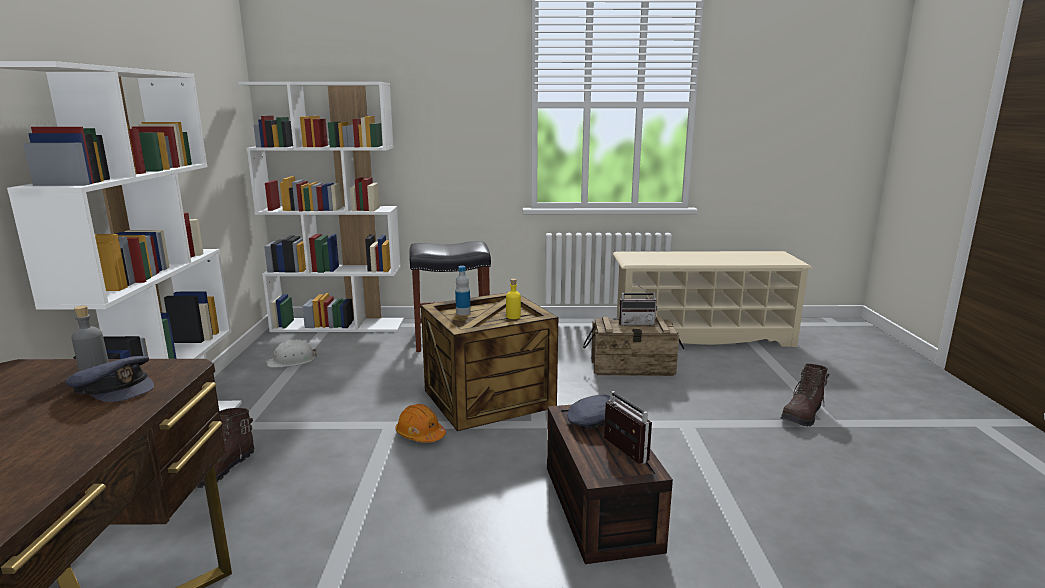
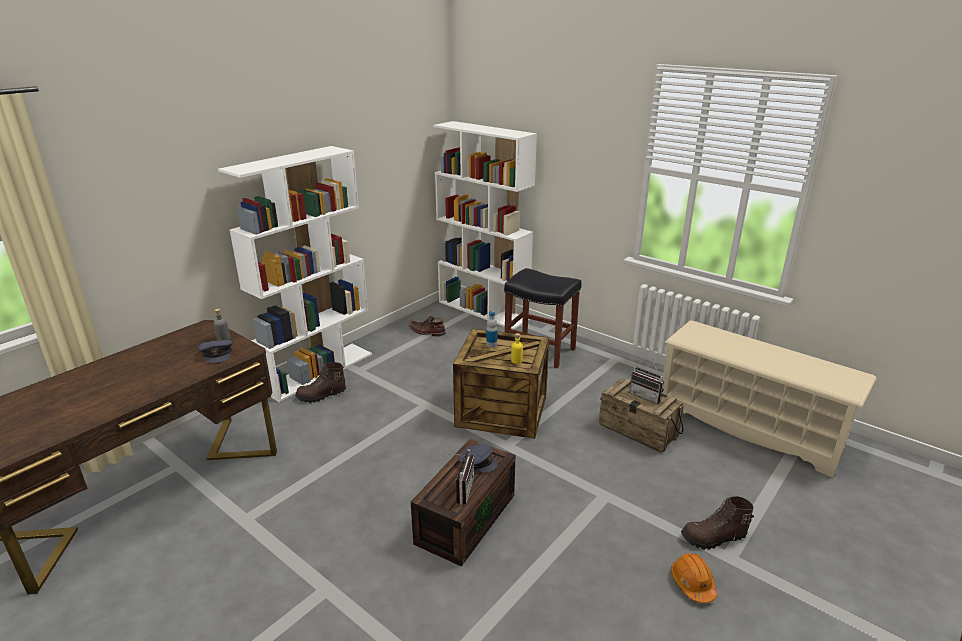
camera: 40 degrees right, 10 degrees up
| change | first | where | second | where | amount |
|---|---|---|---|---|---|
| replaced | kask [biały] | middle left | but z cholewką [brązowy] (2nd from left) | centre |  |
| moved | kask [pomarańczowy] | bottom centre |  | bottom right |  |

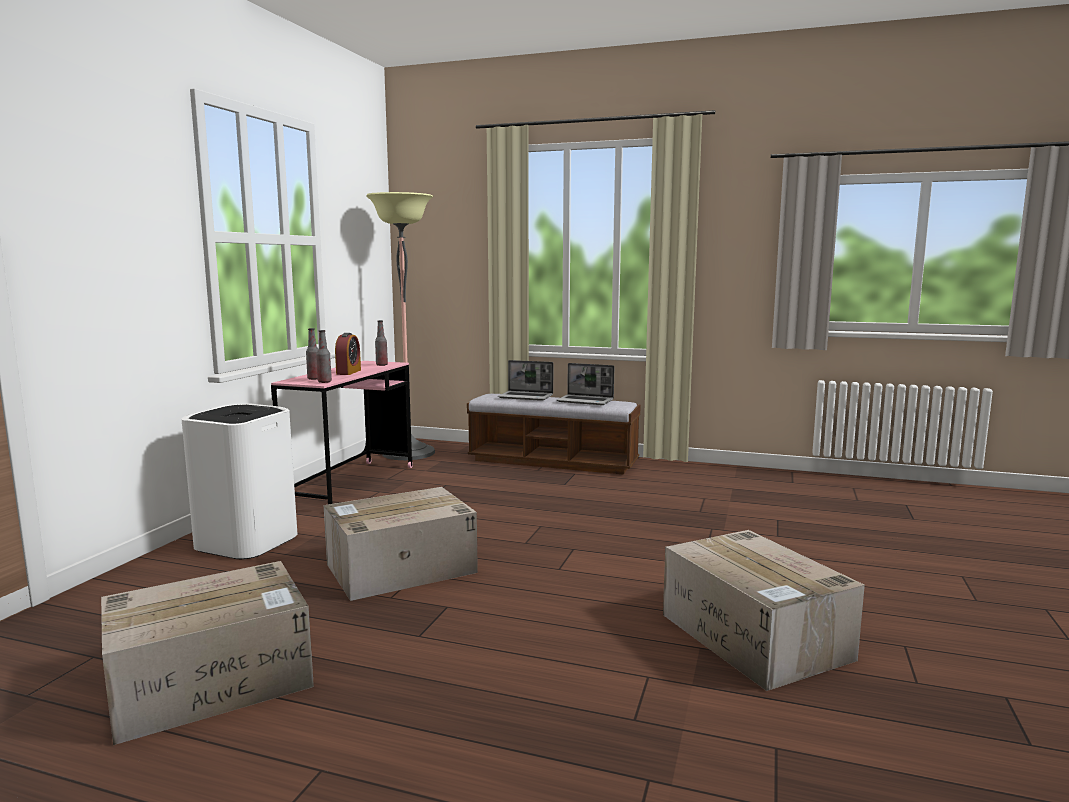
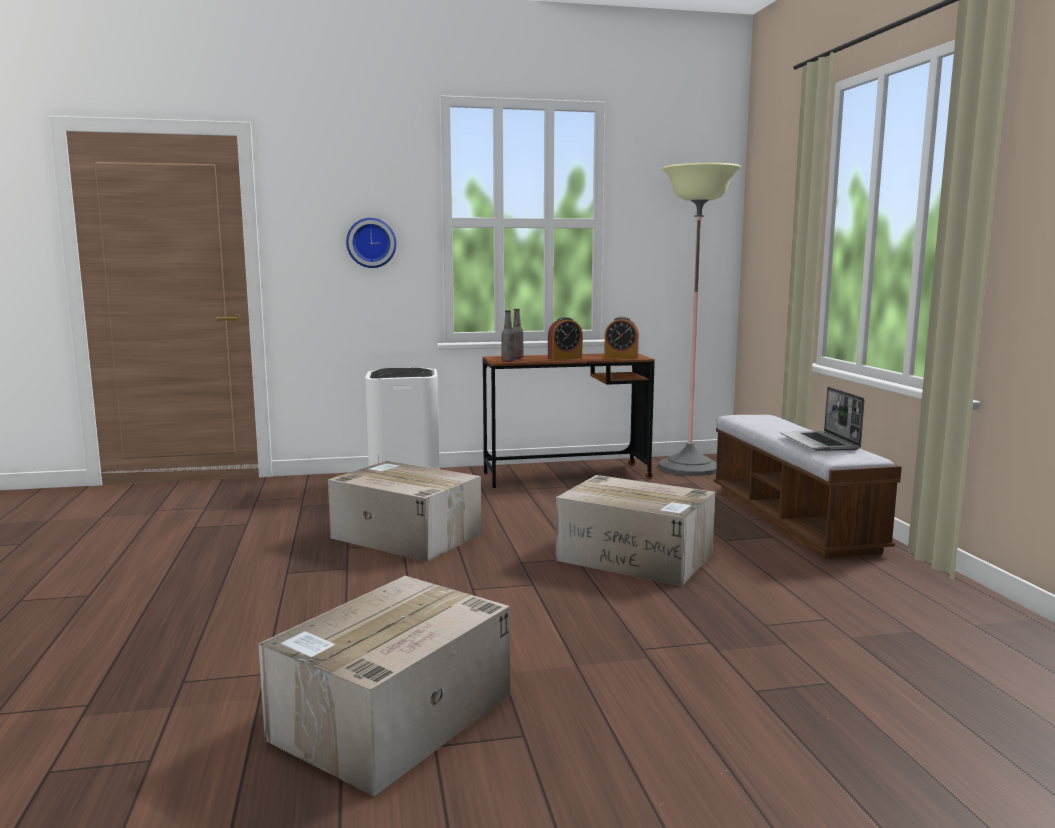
camera: 60 degrees right, 0 degrees up
| change | first | where | second | where | amount |
|---|---|---|---|---|---|
| moved | karton (1st from left in the first image) | bottom left | karton (3rd from left) | centre |  |
| recoloured | biurko [różowy] | middle left | biurko [brązowy] | centre |  |
| replaced | butelka (3rd from left) | centre | budzik (2nd from left) | centre |  |
| removed | laptop (1st from left) | centre |  |  |  |
| added |  |  | zegar ścienny | top centre |  |

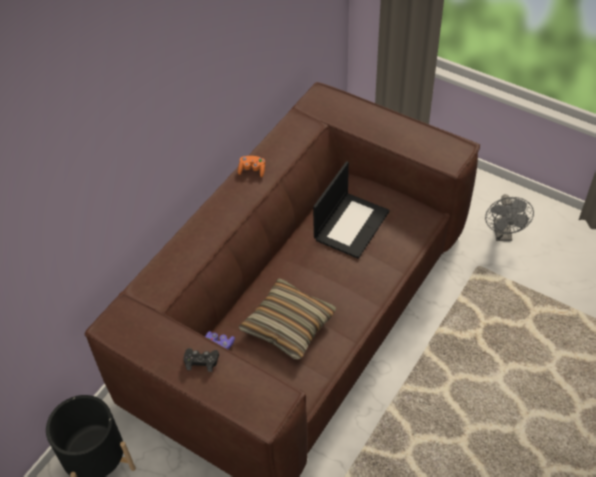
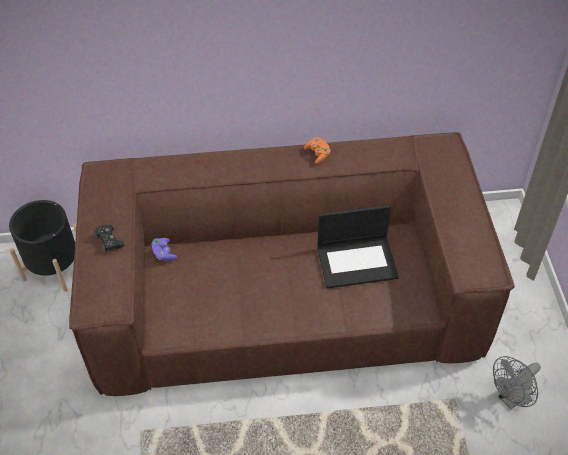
camera: 50 degrees right, 0 degrees up
| change | first | where | second | where | amount |
|---|---|---|---|---|---|
| removed | poduszka | bottom centre |  |  |  |

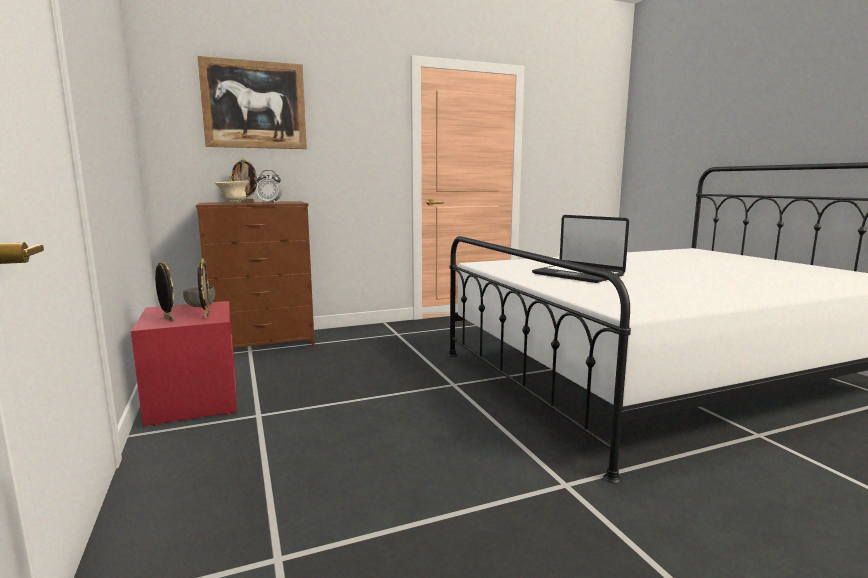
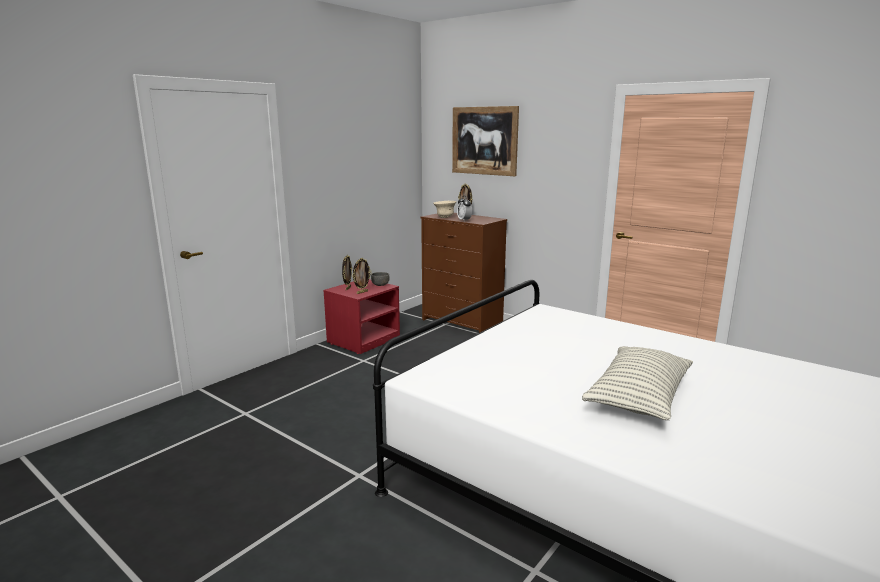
camera: 60 degrees right, 5 degrees up
| change | first | where | second | where | amount |
|---|---|---|---|---|---|
| removed | laptop | middle right |  |  |  |
| added |  |  | poduszka | middle right |  |

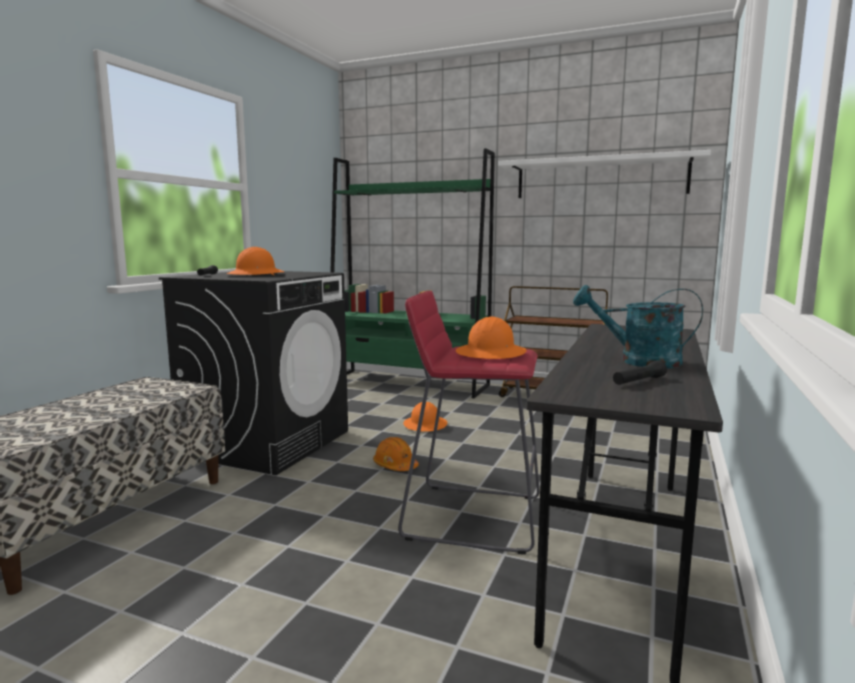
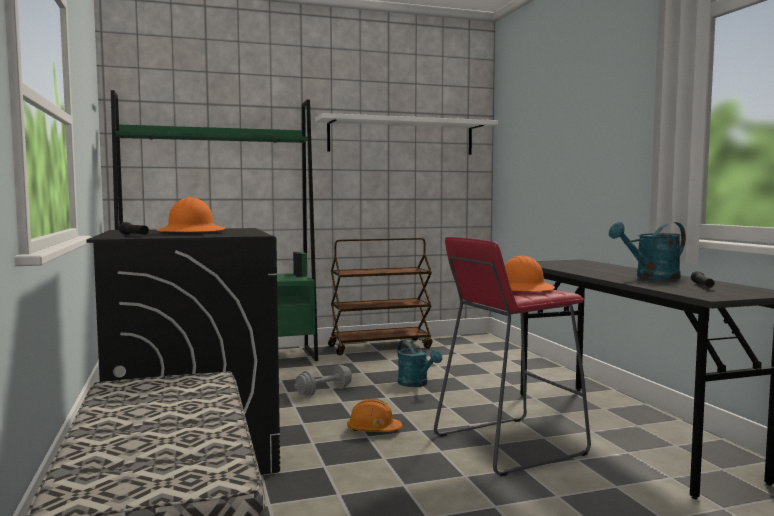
camera: 40 degrees left, 5 degrees down
| change | first | where | second | where | amount |
|---|---|---|---|---|---|
| replaced | kask [pomarańczowy] (3rd from left) | centre | hantel [szary] | bottom centre |  |
| added |  |  | konewka [turkusowy] (1st from left) | bottom centre |  |

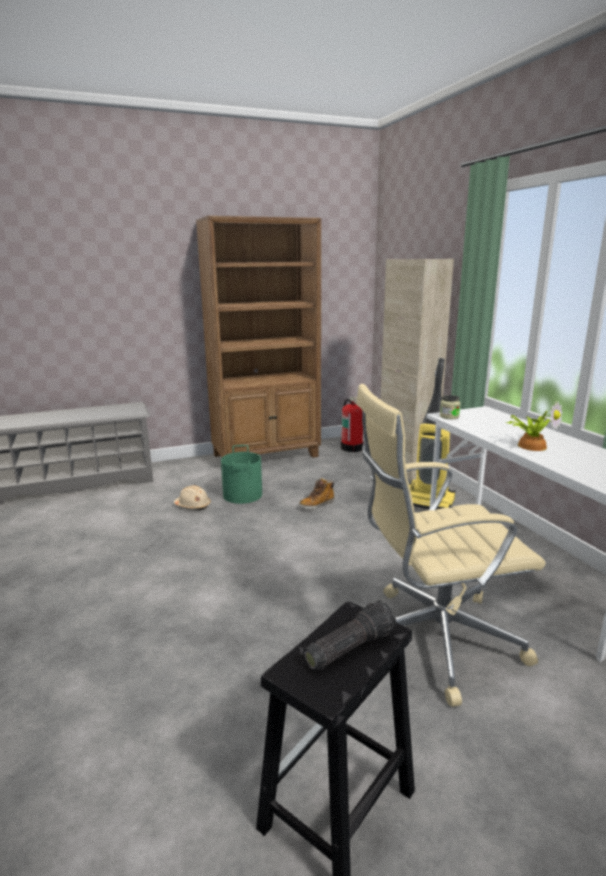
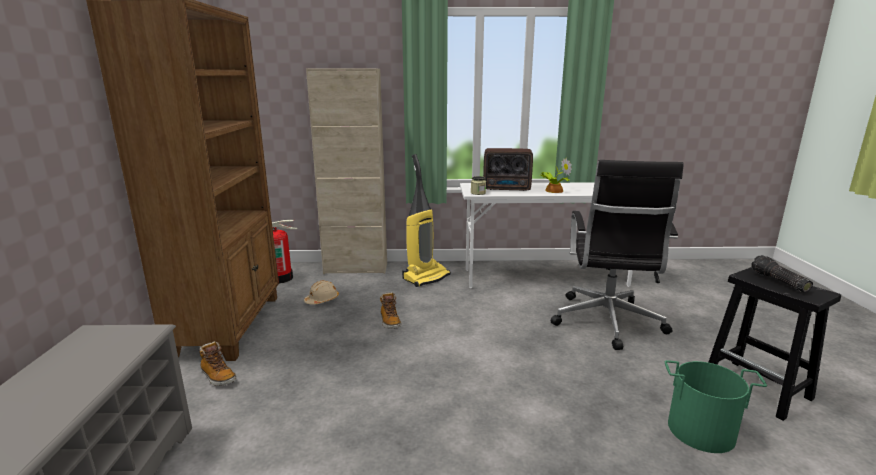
camera: 70 degrees left, 0 degrees up
| change | first | where | second | where | amount |
|---|---|---|---|---|---|
| moved | kask [beżowy] | middle left |  | centre |  |
| moved | wiadro [zielony] | centre |  | bottom right |  |
| recoloured | krzesło biurowe [beżowy] | middle right | krzesło biurowe [czarny] | middle right |  |
| added |  |  | but z cholewką (1st from left) | bottom left |  |
| added |  |  | radio | centre |  |

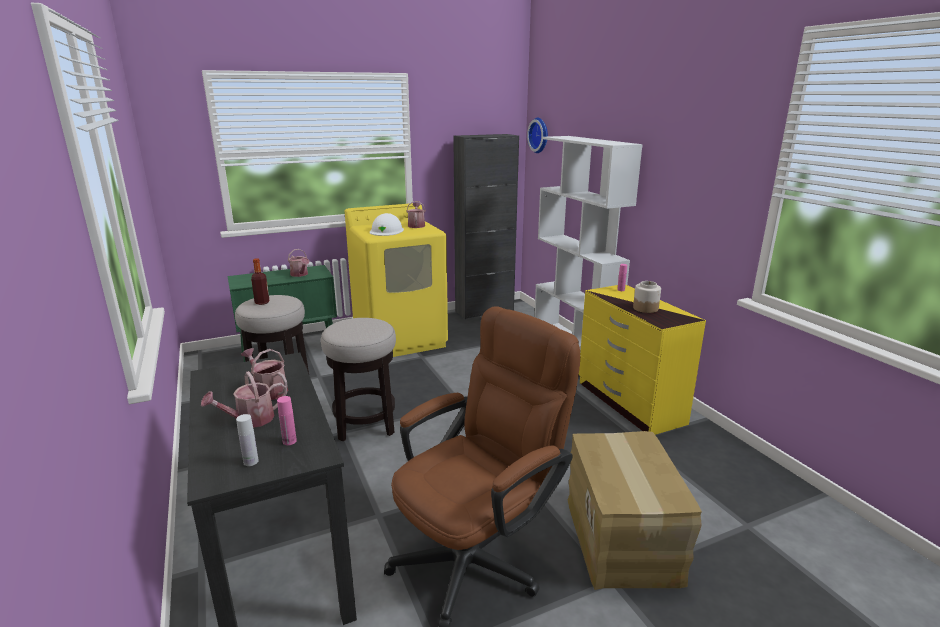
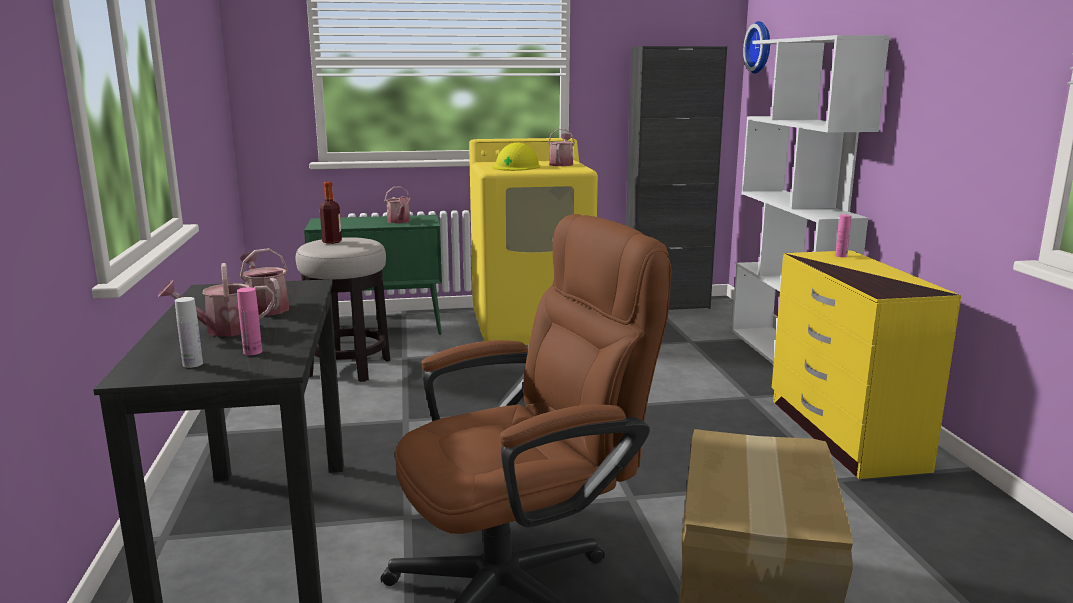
camera: 15 degrees right, 5 degrees down
| change | first | where | second | where | amount |
|---|---|---|---|---|---|
| removed | stołek (2nd from left) | centre |  |  |  |
| recoloured | kask [biały] | centre | kask [żółty] | top centre |  |
| removed | słoik | middle right |  |  |  |

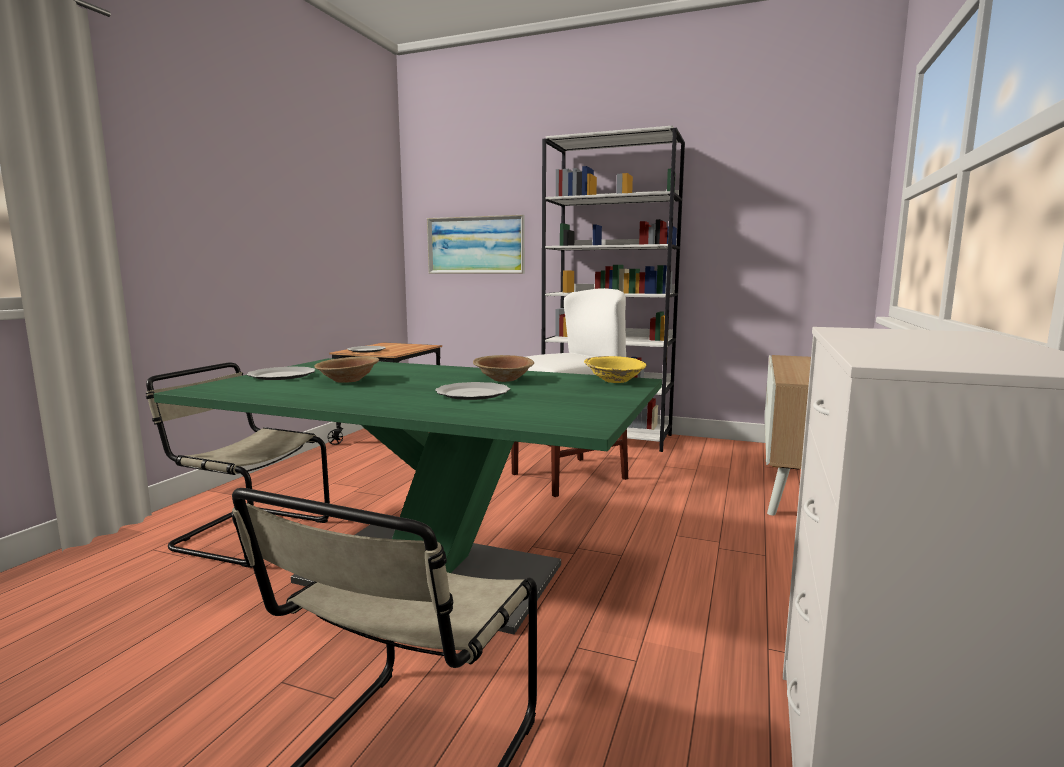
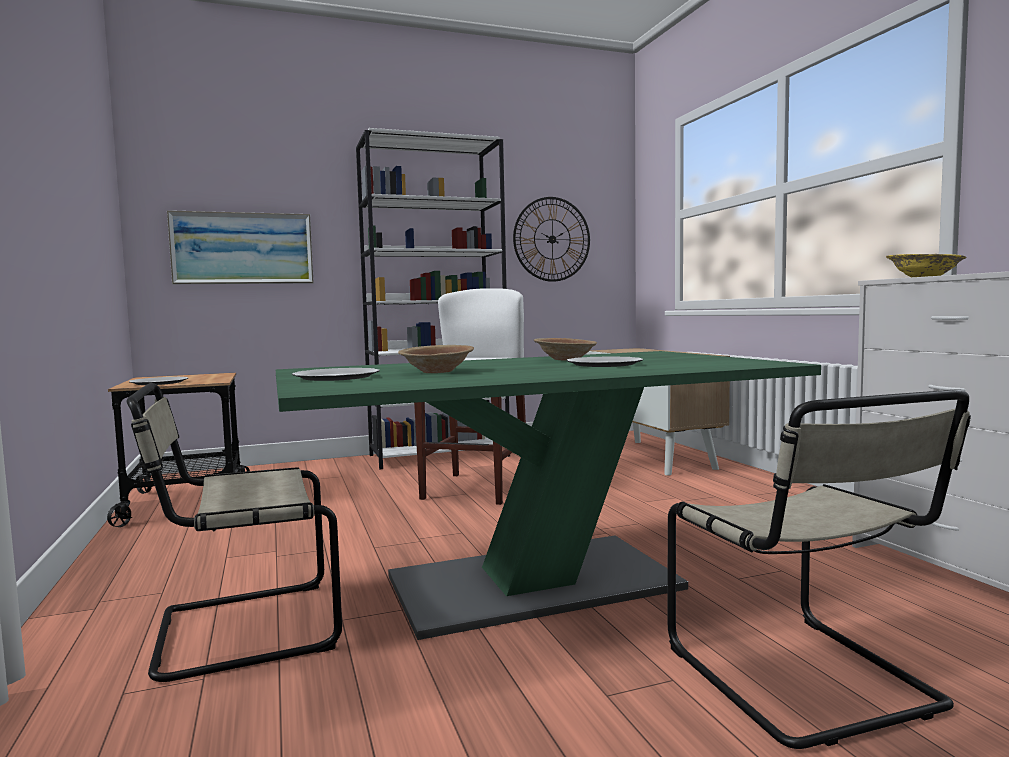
camera: 40 degrees left, 5 degrees down
| change | first | where | second | where | amount |
|---|---|---|---|---|---|
| moved | miska [żółty] | centre |  | middle right |  |
| added |  |  | zegar ścienny | top centre |  |

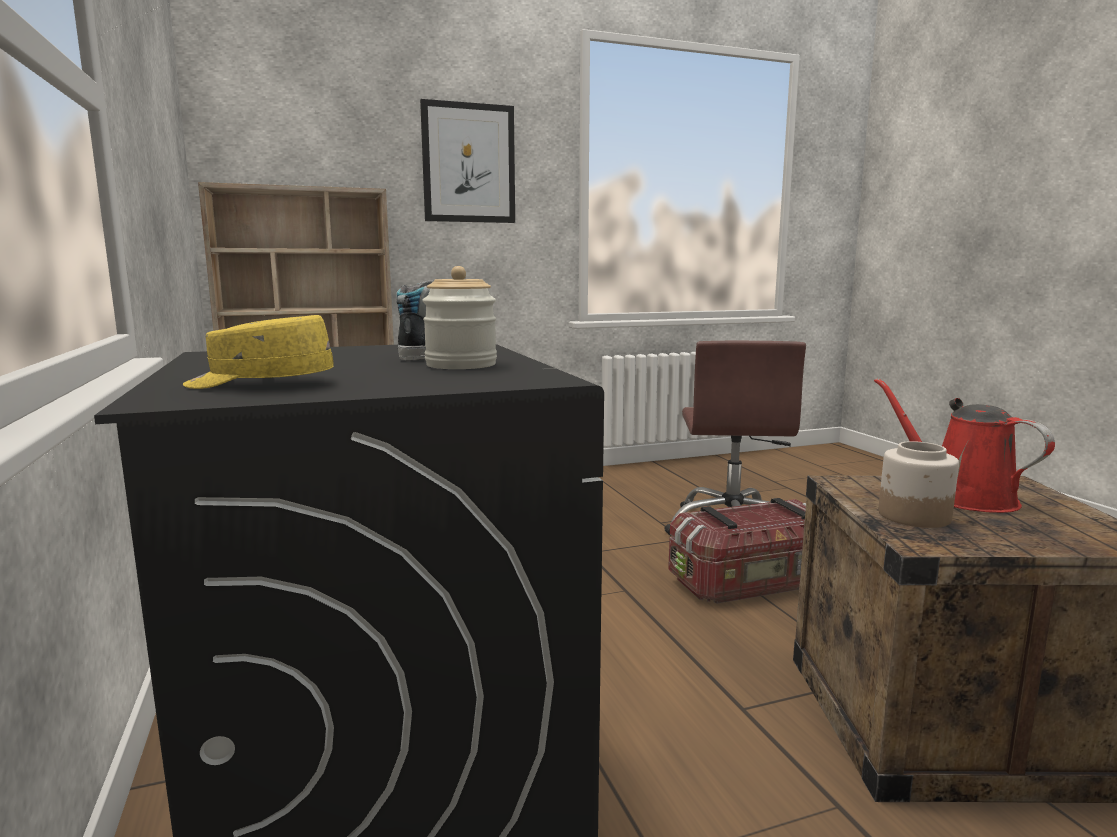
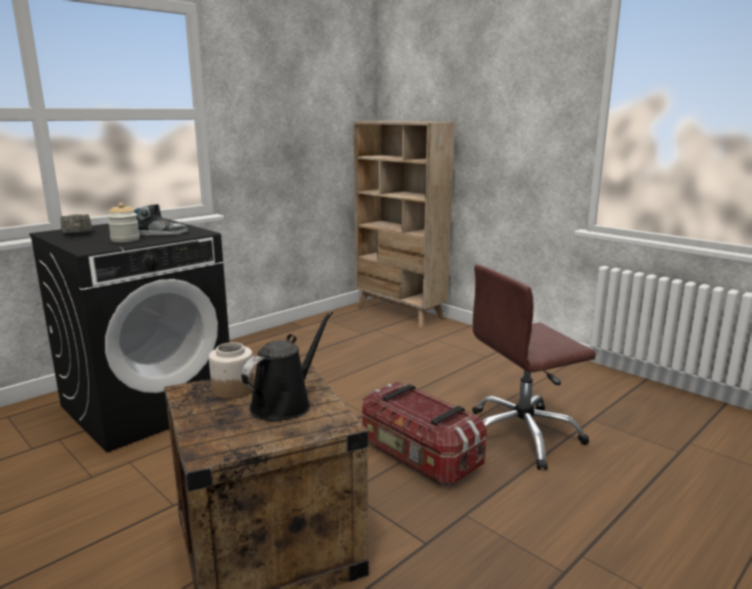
camera: 65 degrees right, 5 degrees up
| change | first | where | second | where | amount |
|---|---|---|---|---|---|
| recoloured | czapka z daszkiem [żółty] | middle left | czapka z daszkiem [szary] | middle left |  |
| removed | obraz | top centre |  |  |  |
| recoloured | konewka [czerwony] | middle right | konewka [czarny] | centre |  |

